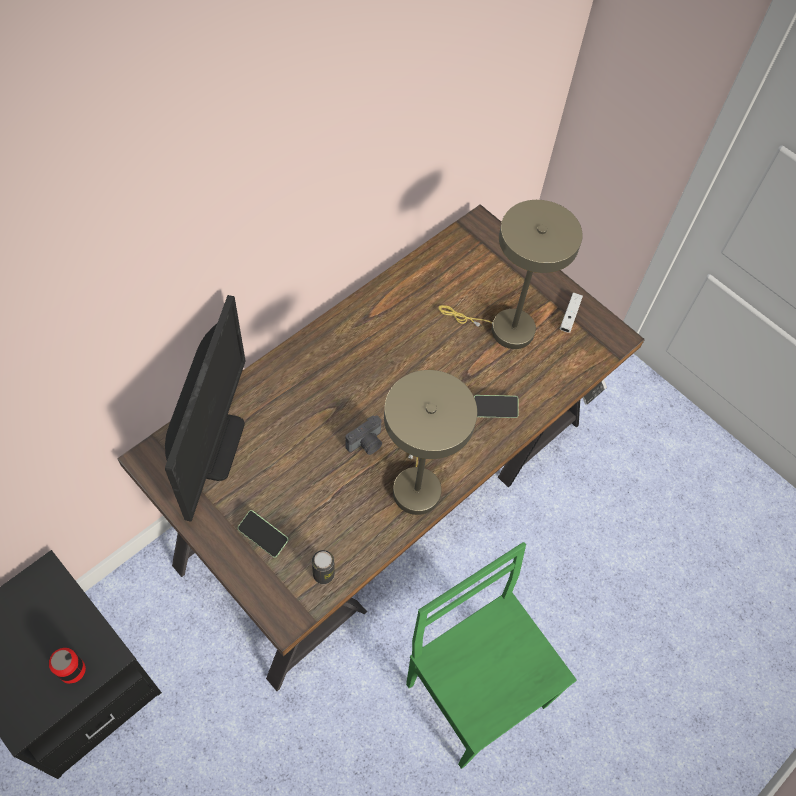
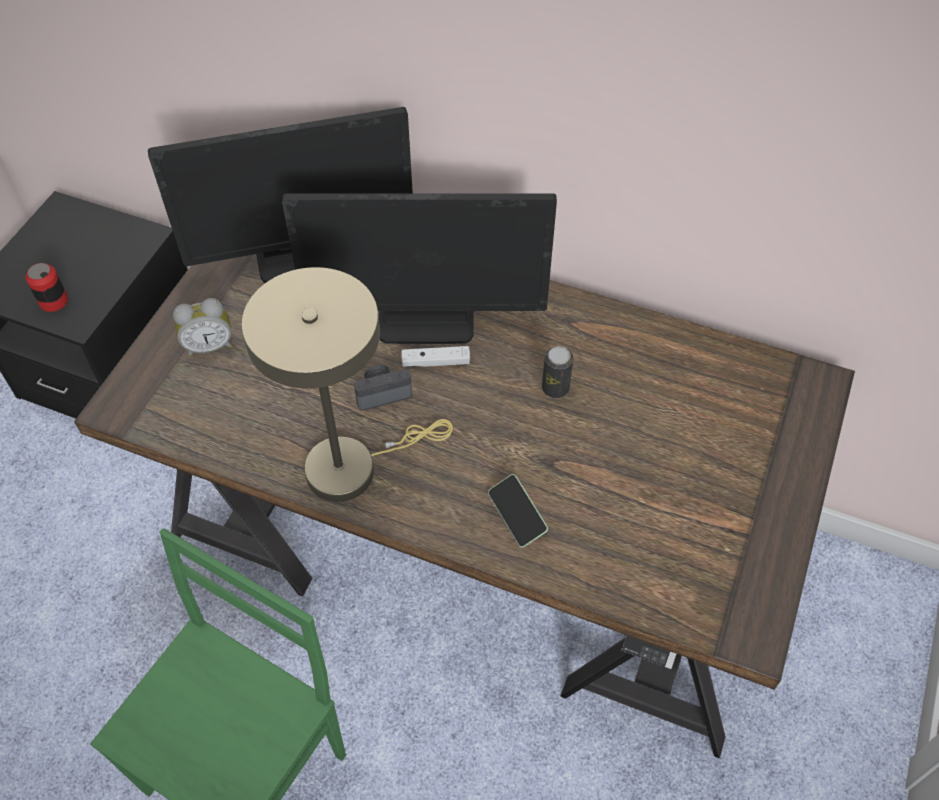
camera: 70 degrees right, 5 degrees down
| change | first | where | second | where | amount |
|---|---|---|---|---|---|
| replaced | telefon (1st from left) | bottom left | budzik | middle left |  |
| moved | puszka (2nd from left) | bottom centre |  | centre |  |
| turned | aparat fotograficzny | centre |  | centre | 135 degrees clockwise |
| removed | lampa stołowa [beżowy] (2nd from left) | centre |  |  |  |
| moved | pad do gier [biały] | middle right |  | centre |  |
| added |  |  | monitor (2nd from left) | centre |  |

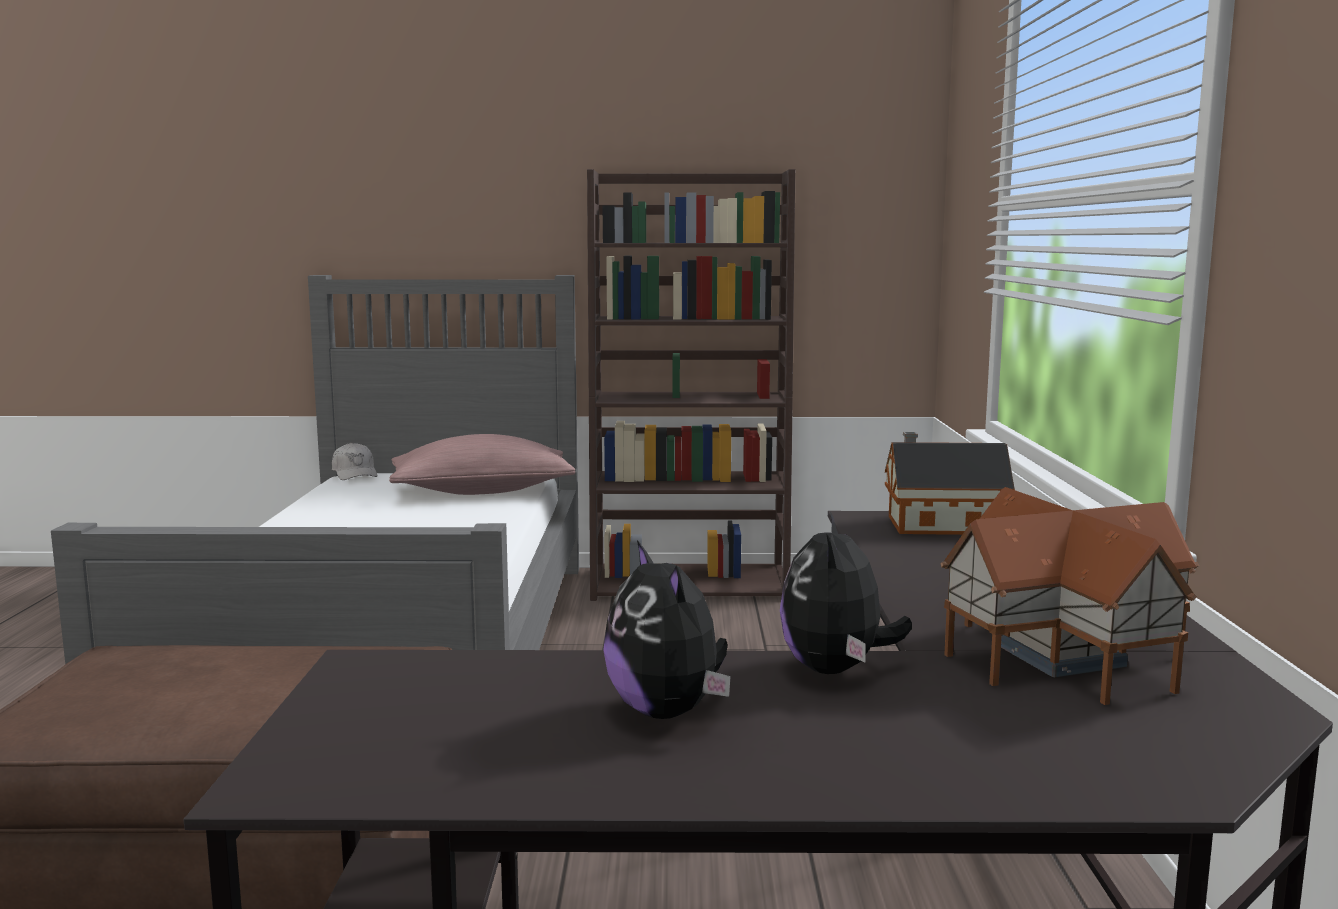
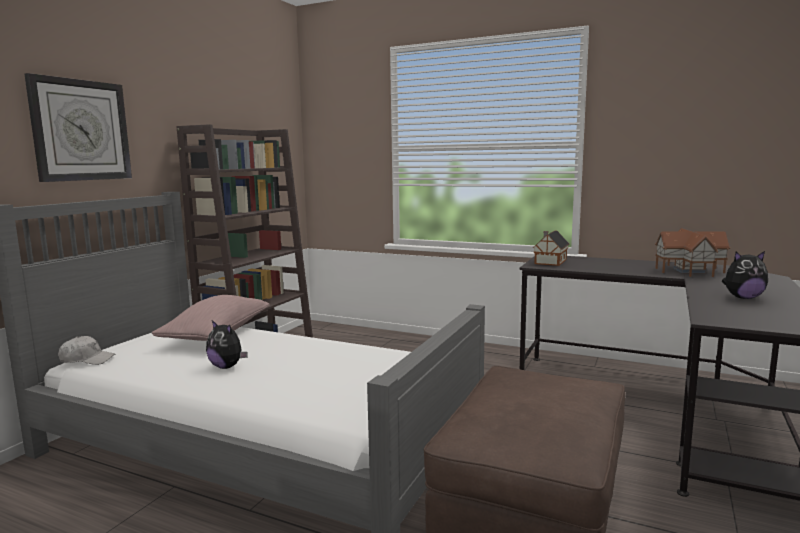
camera: 65 degrees left, 0 degrees up
| change | first | where | second | where | amount |
|---|---|---|---|---|---|
| moved | pluszak (2nd from left in the first image) | centre | pluszak (1st from left) | middle left |  |
| added |  |  | zegar ścienny | top left |  |

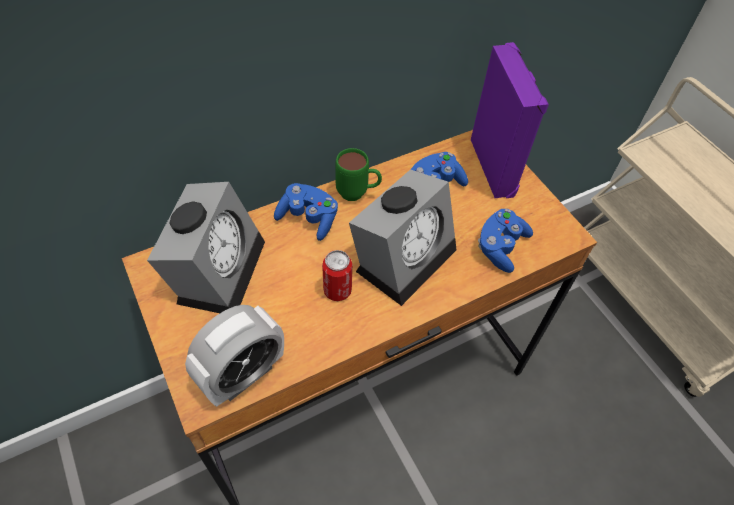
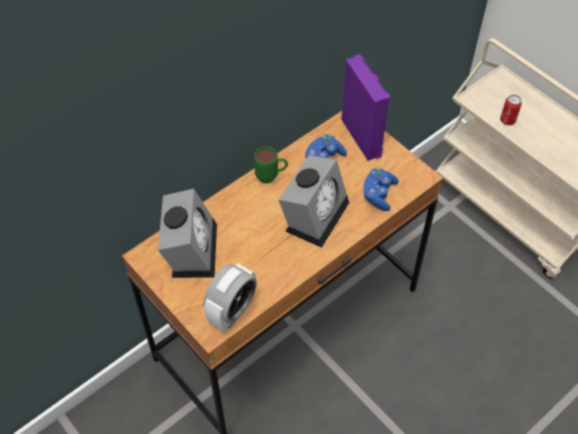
camera: 10 degrees left, 0 degrees up
| change | first | where | second | where | amount |
|---|---|---|---|---|---|
| removed | pad do gier [niebieski] (1st from left) | centre |  |  |  |
| moved | puszka | centre |  | top right |  |

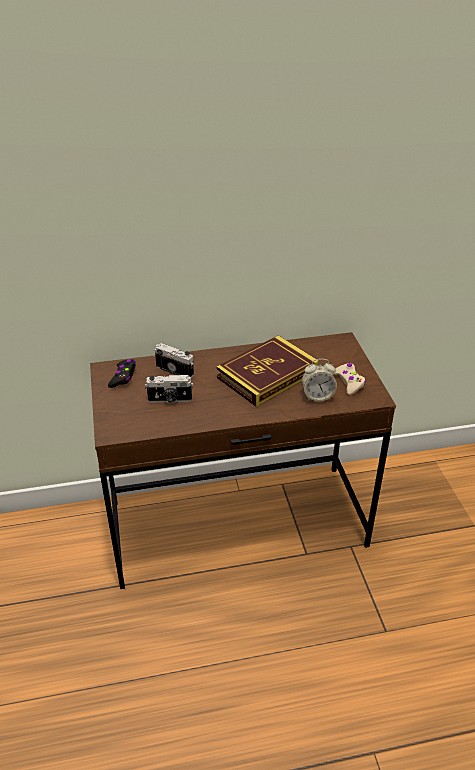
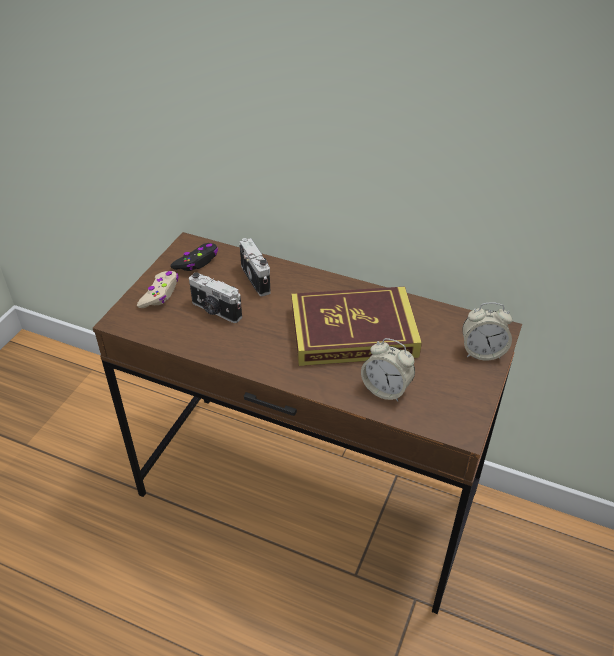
camera: 35 degrees right, 5 degrees up
| change | first | where | second | where | amount |
|---|---|---|---|---|---|
| moved | pad do gier [beżowy] | middle right |  | middle left |  |
| added |  |  | budzik (2nd from left) | middle right |  |

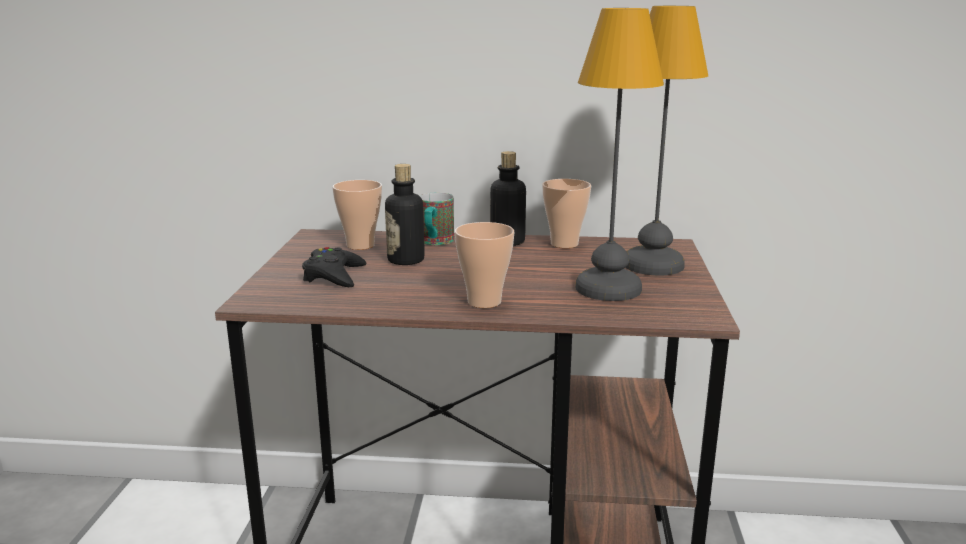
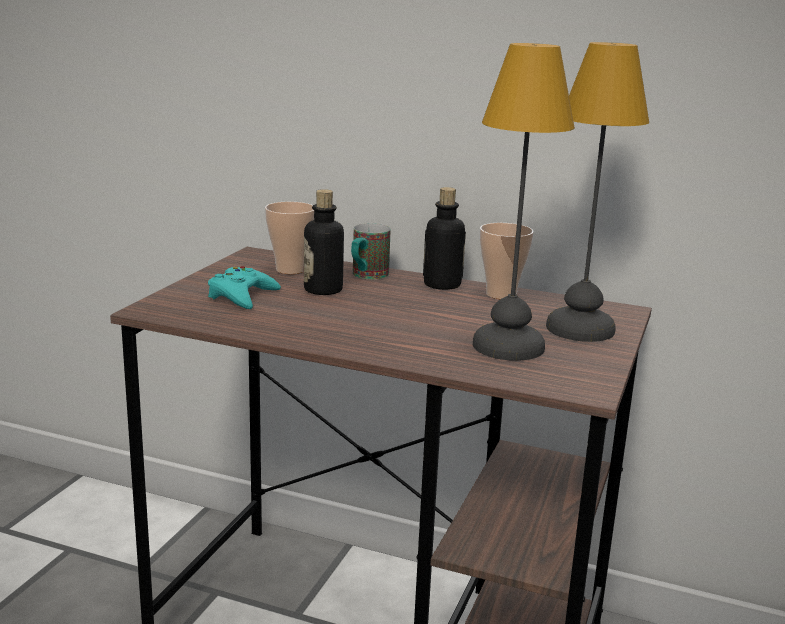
camera: 15 degrees right, 0 degrees up
| change | first | where | second | where | amount |
|---|---|---|---|---|---|
| recoloured | pad do gier [czarny] | centre | pad do gier [turkusowy] | middle left |  |
| removed | filiżanka (2nd from left) | centre |  |  |  |

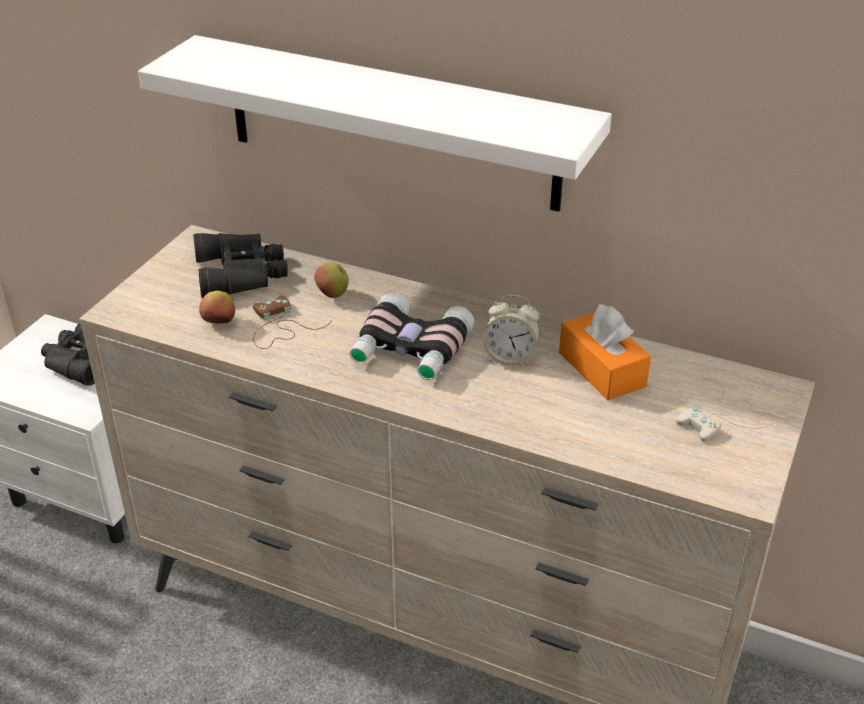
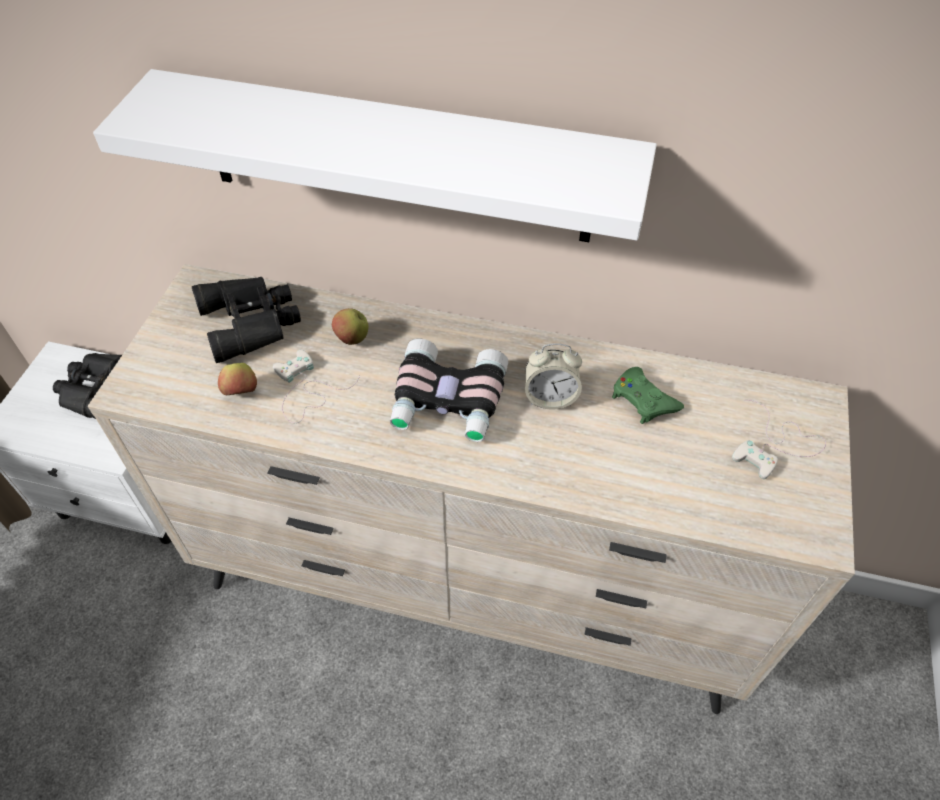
camera: 10 degrees left, 15 degrees up
| change | first | where | second | where | amount |
|---|---|---|---|---|---|
| recoloured | pad do gier [brązowy] | centre | pad do gier [biały] (1st from left) | centre |  |
| replaced | pudełko chusteczek [pomarańczowy] | middle right | pad do gier [zielony] | middle right |  |

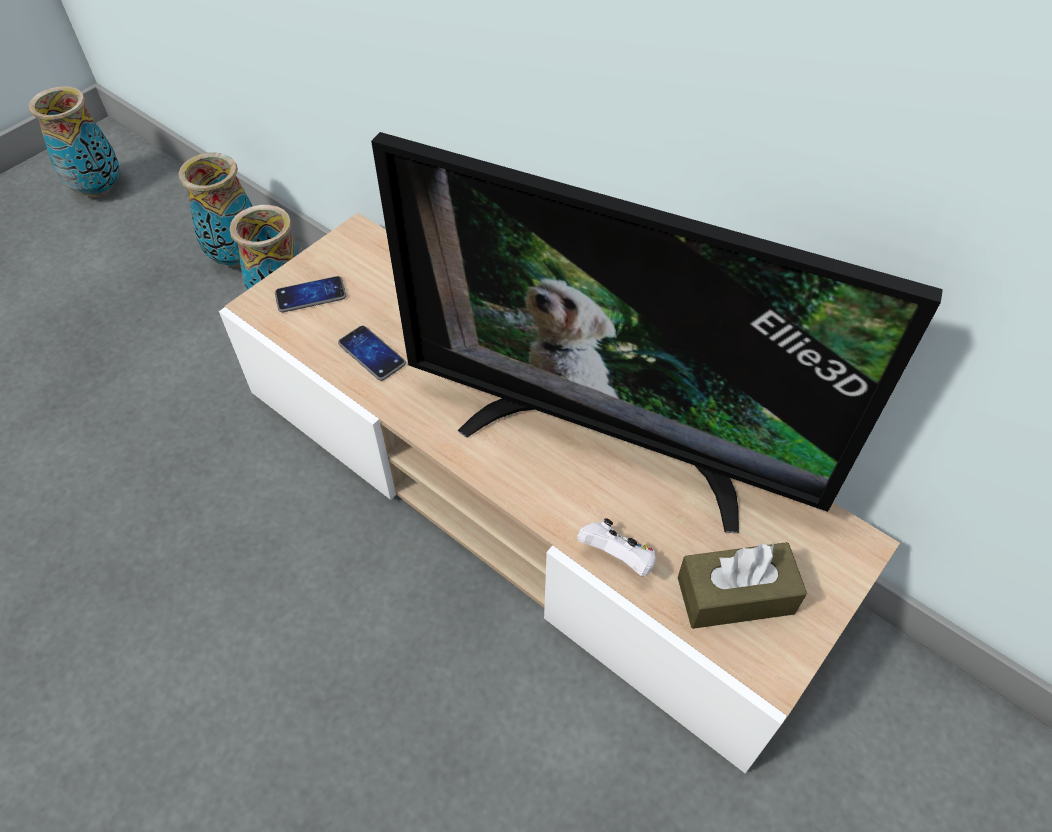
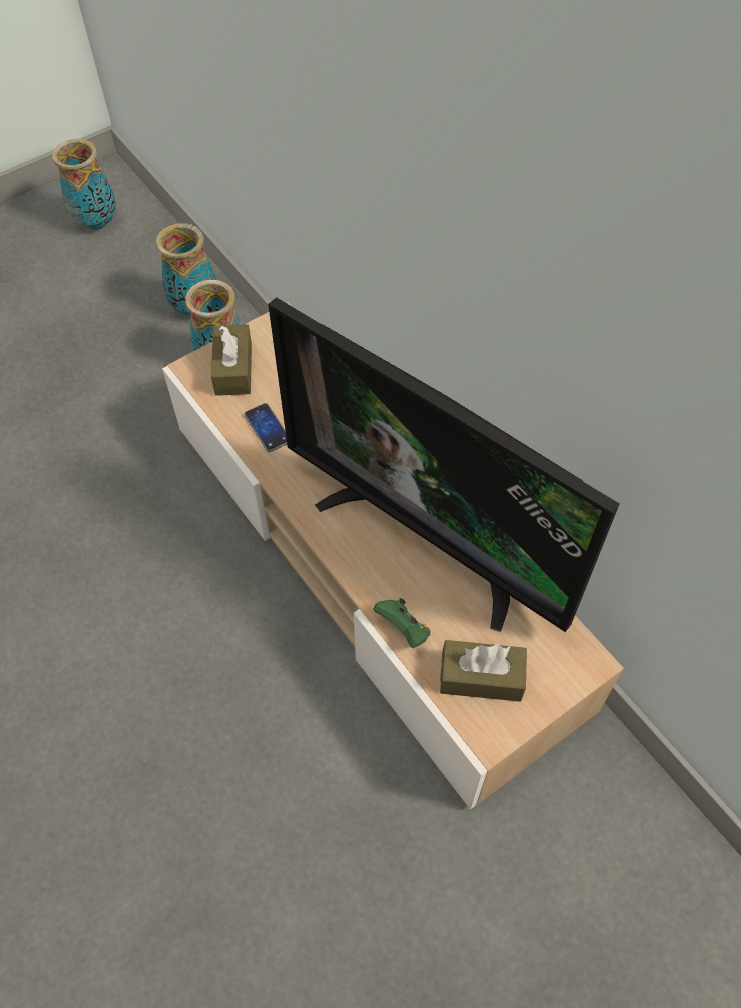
camera: 15 degrees right, 5 degrees up
| change | first | where | second | where | amount |
|---|---|---|---|---|---|
| replaced | telefon (1st from left) | middle left | pudełko chusteczek [brązowy] (1st from left) | middle left |  |
| recoloured | pad do gier [biały] | centre | pad do gier [zielony] | centre |  |

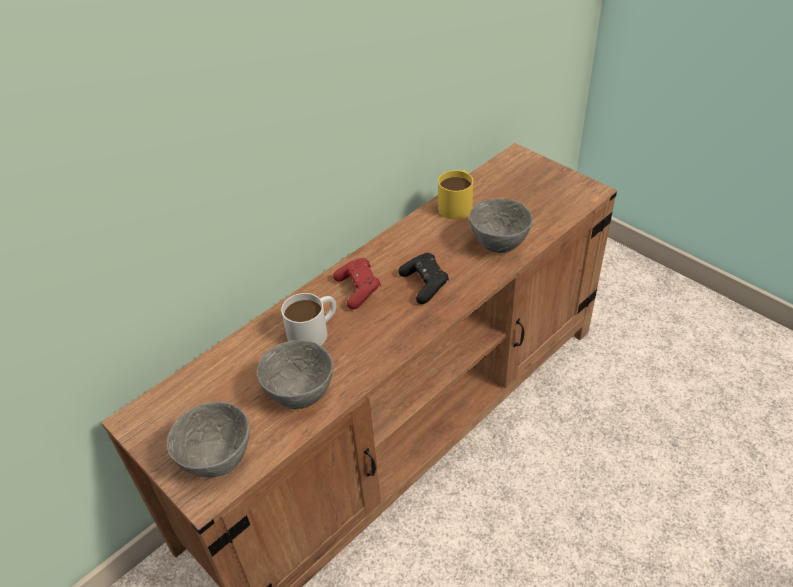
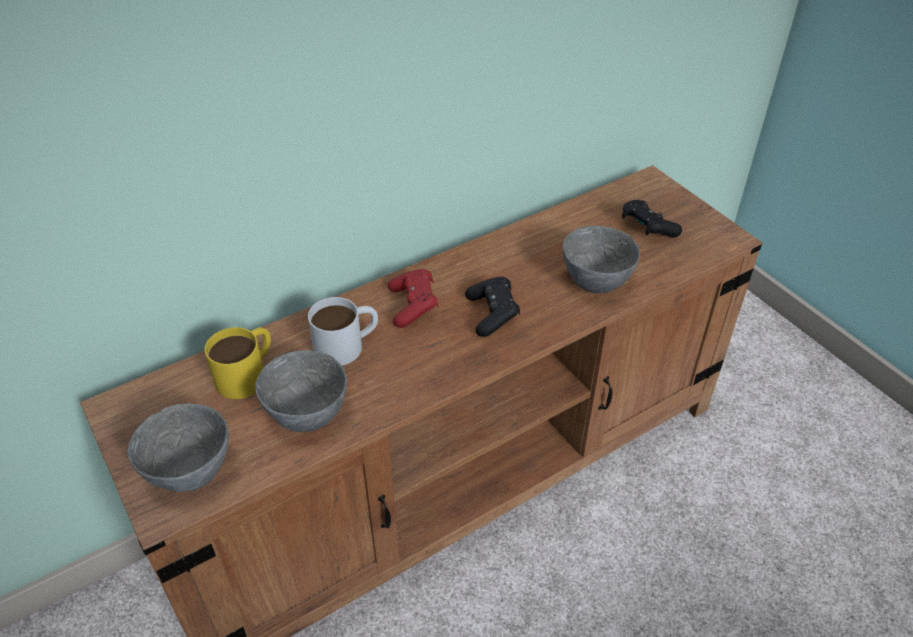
camera: 10 degrees right, 0 degrees up
| change | first | where | second | where | amount |
|---|---|---|---|---|---|
| moved | kubek [żółty] | top centre |  | middle left |  |
| added |  |  | pad do gier [czarny] (2nd from left) | middle right |  |

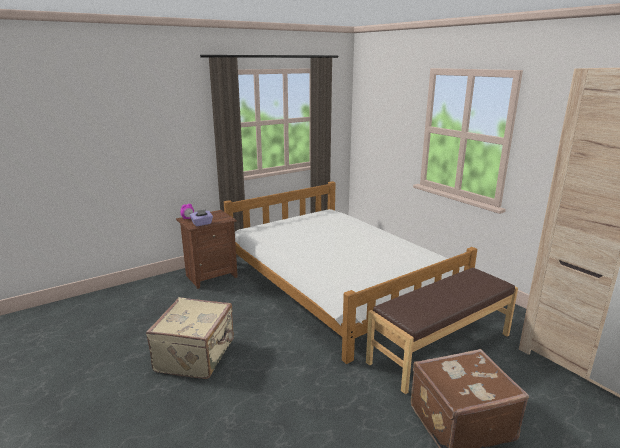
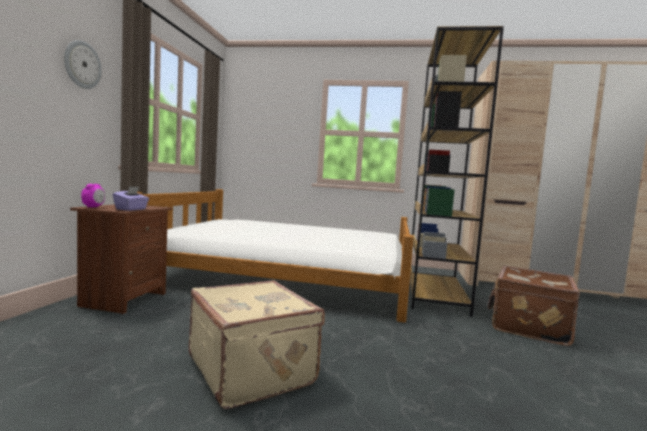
camera: 45 degrees left, 15 degrees down
| change | first | where | second | where | amount |
|---|---|---|---|---|---|
| replaced | ławka [brązowy] | bottom right | regał [brązowy] | middle right |  |
| added |  |  | zegar ścienny | top left |  |

